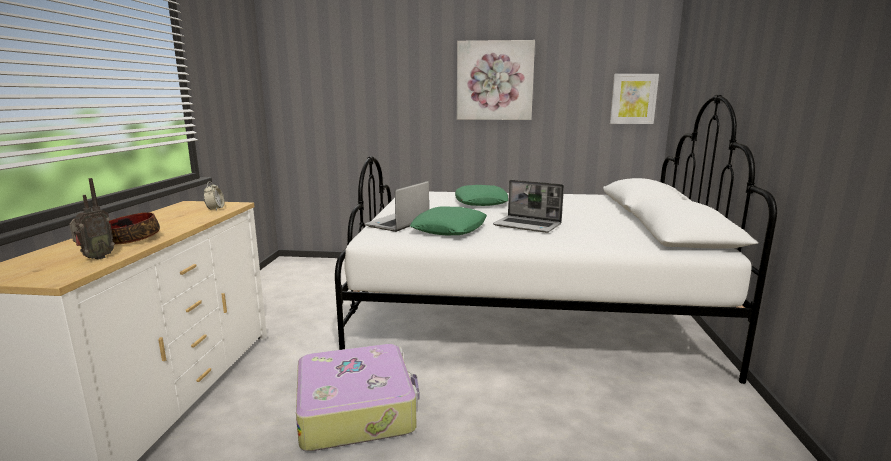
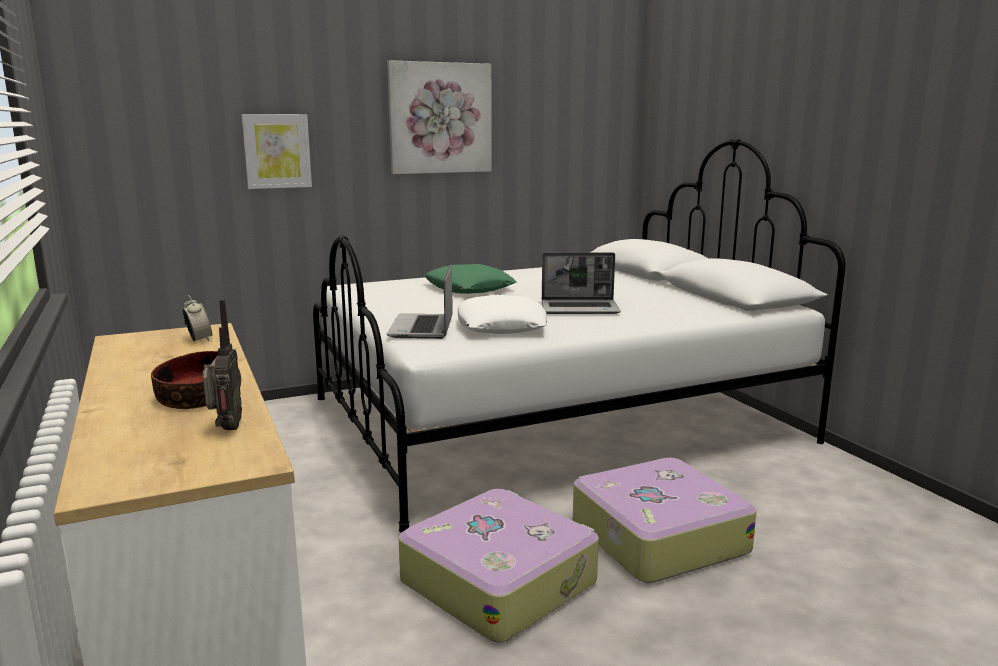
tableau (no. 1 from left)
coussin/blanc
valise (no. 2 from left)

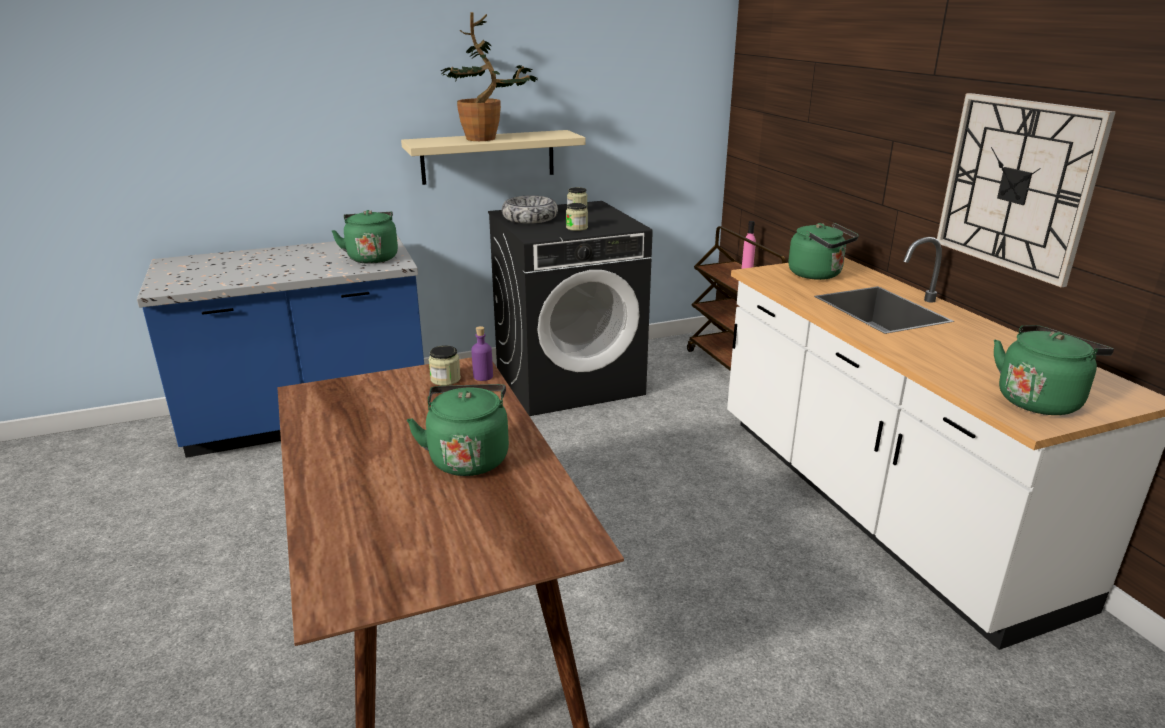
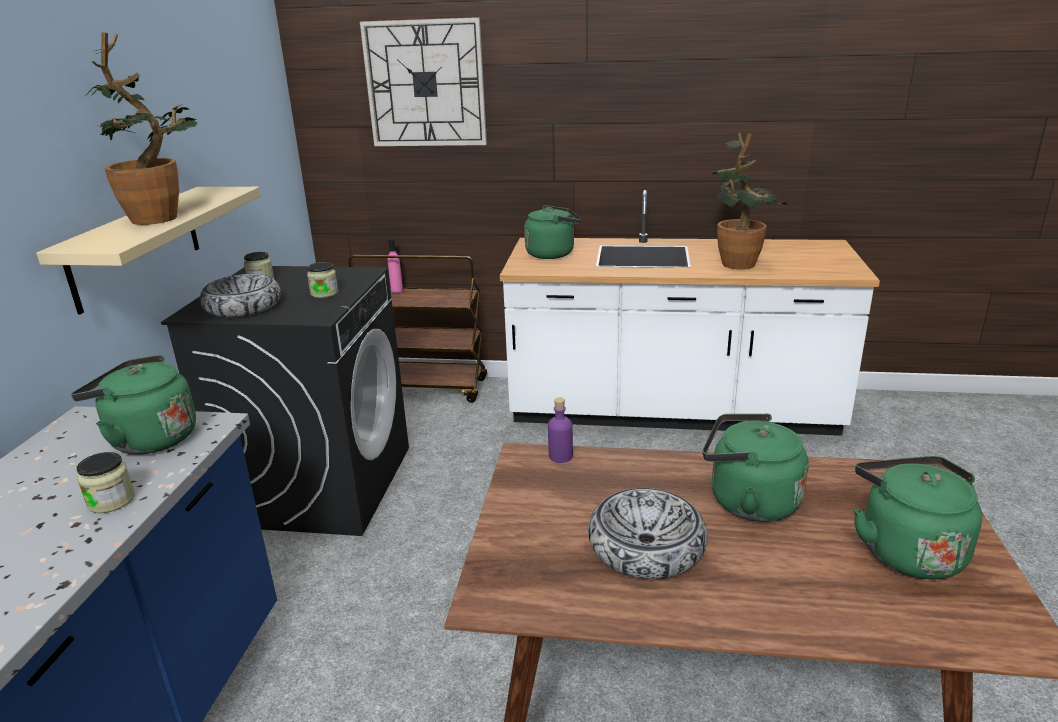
bocal (no. 1 from left)
horloge murale
bol (no. 2 from left)
plante en pot (no. 2 from left)
bouilloire/vert (no. 4 from left)

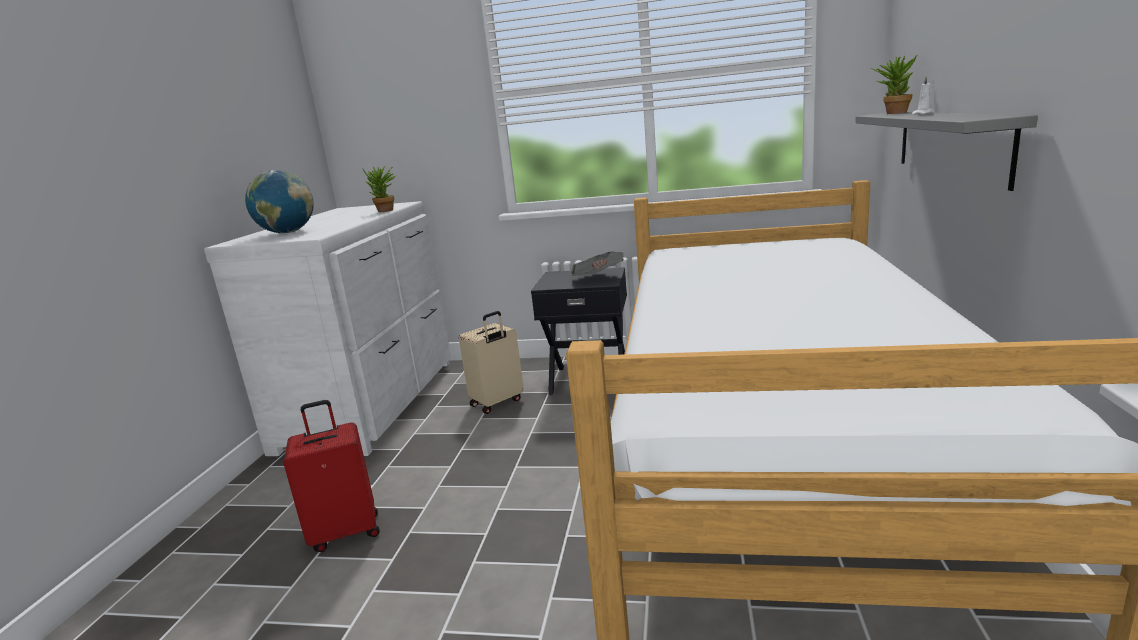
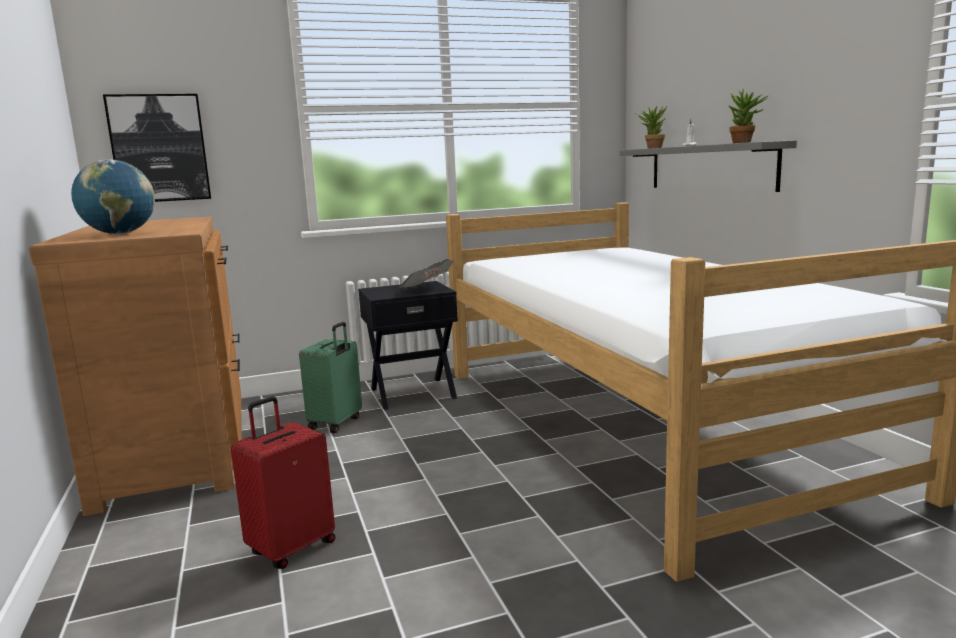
commode/marron
tableau
valise/vert
plante en pot (no. 2 from left)

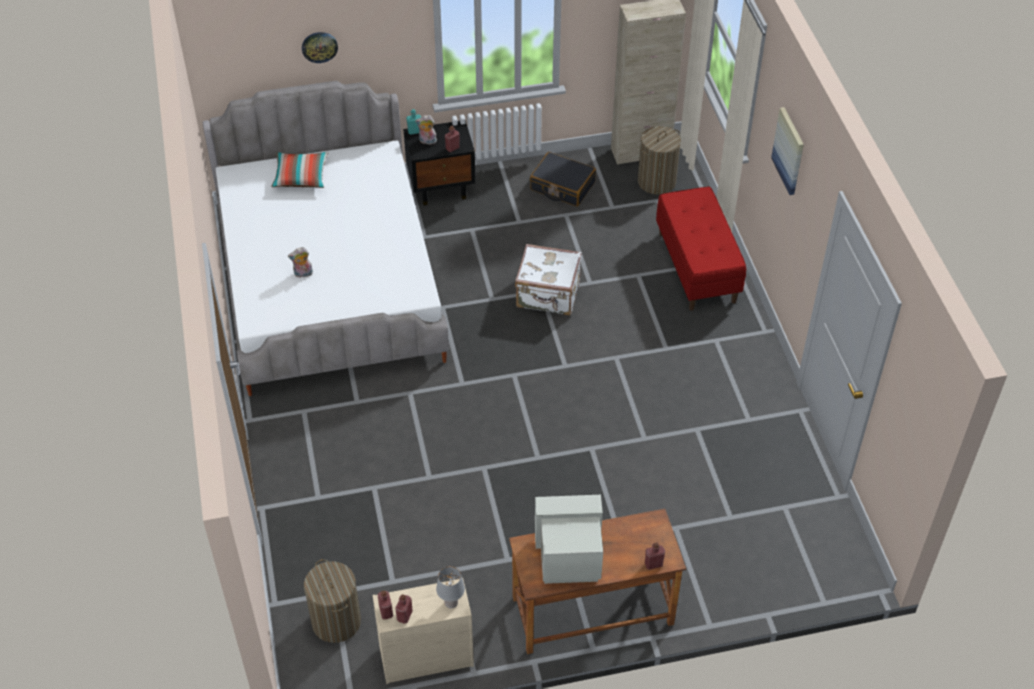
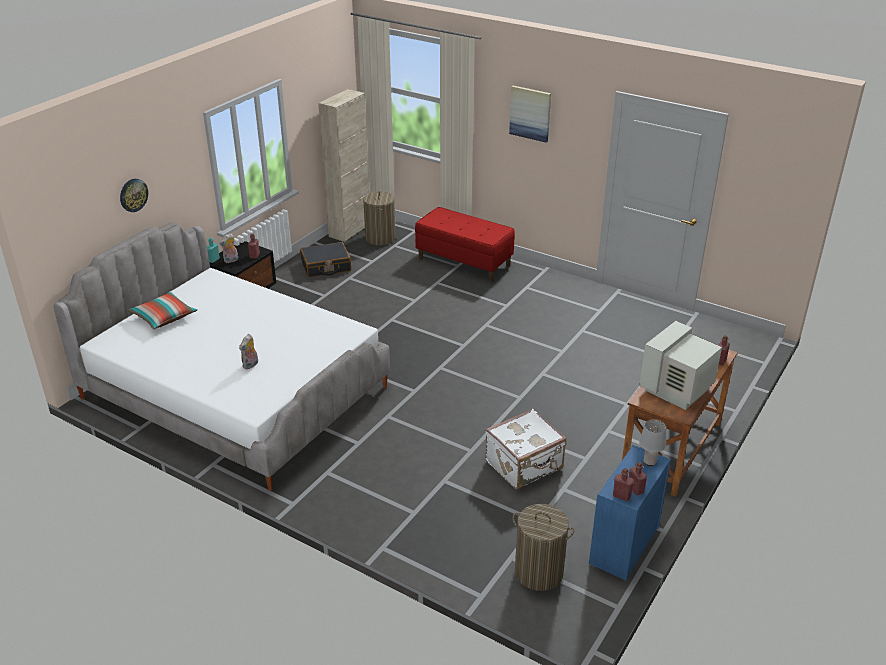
valise/blanc
commode/bleu

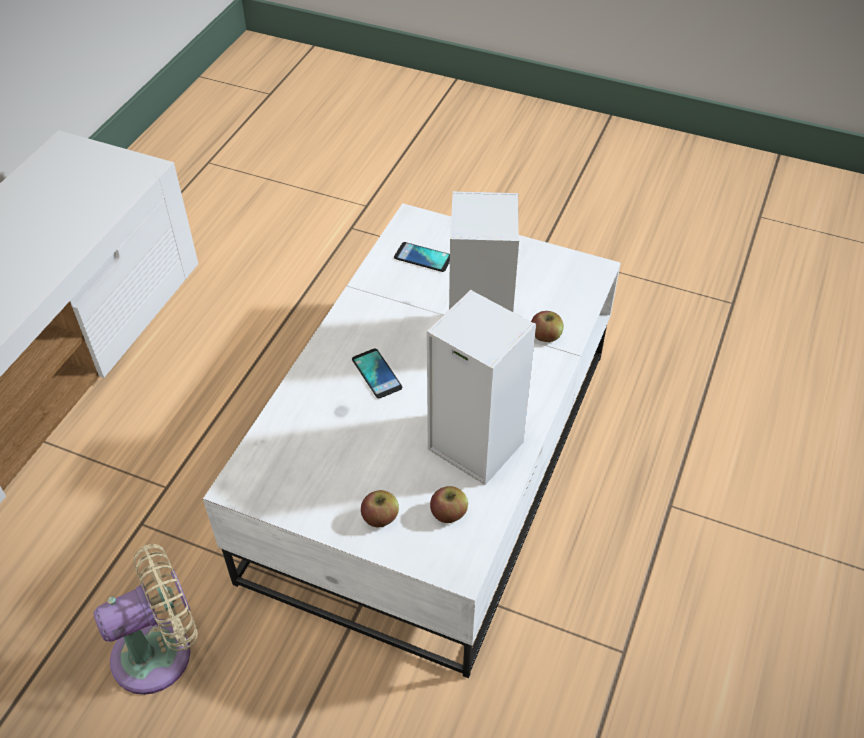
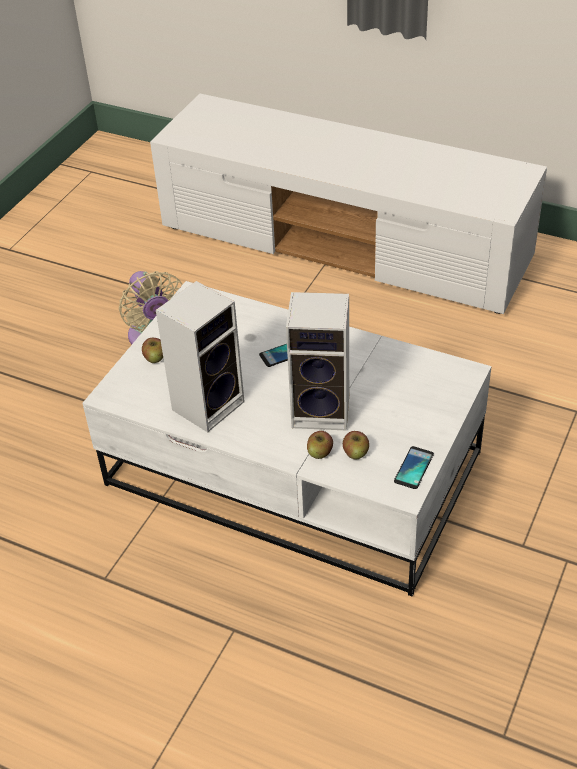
pomme (no. 3 from left)
téléphone (no. 2 from left)

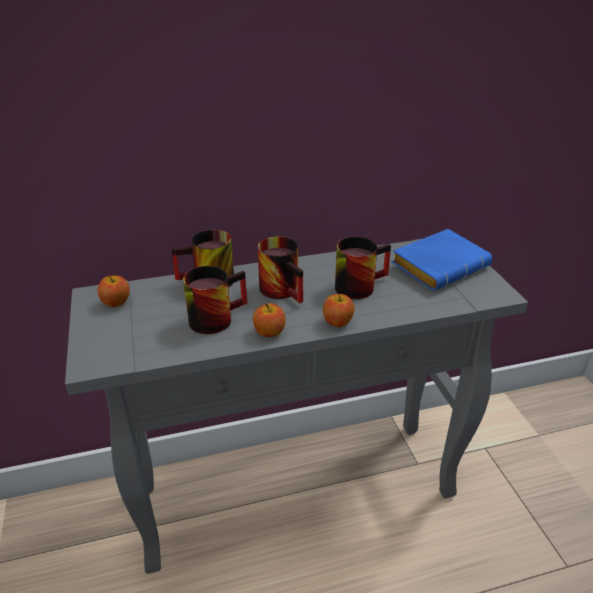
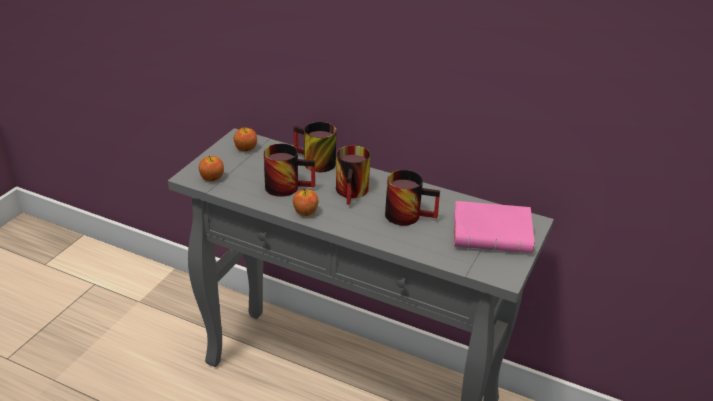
pomme (no. 1 from left)
livre/rose

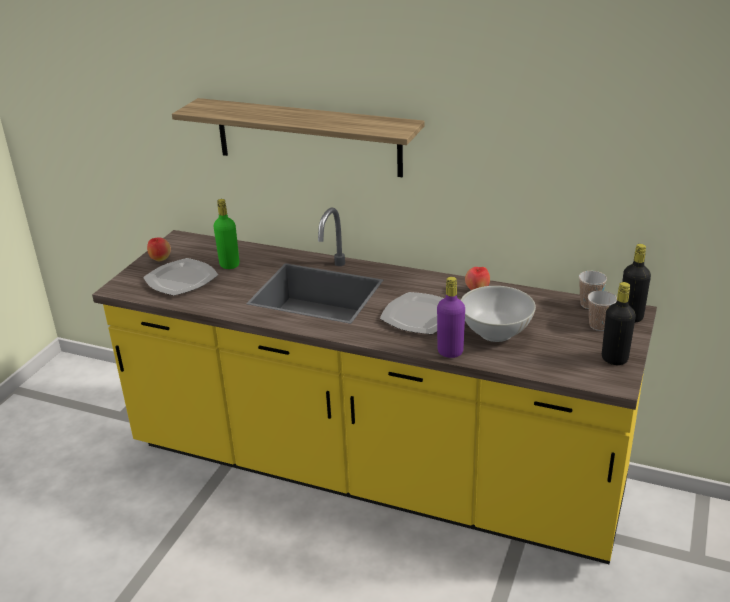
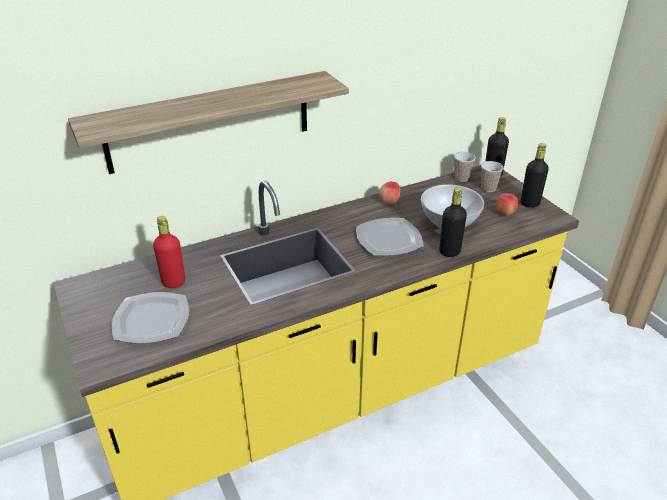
bouteille/rouge
bouteille/noir (no. 1 from left)
pomme (no. 2 from left)

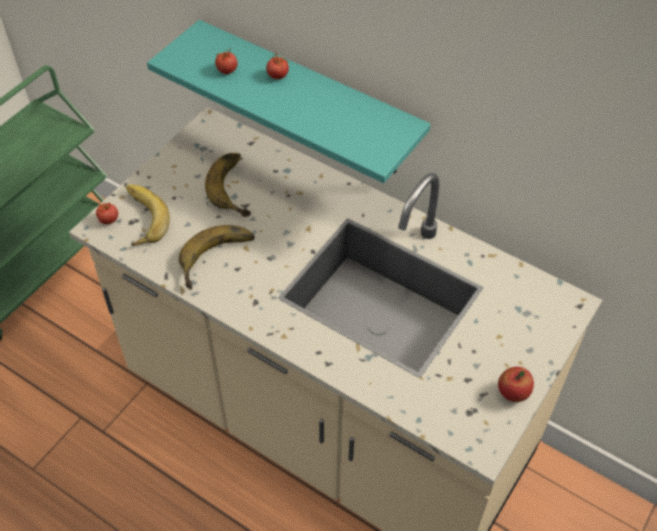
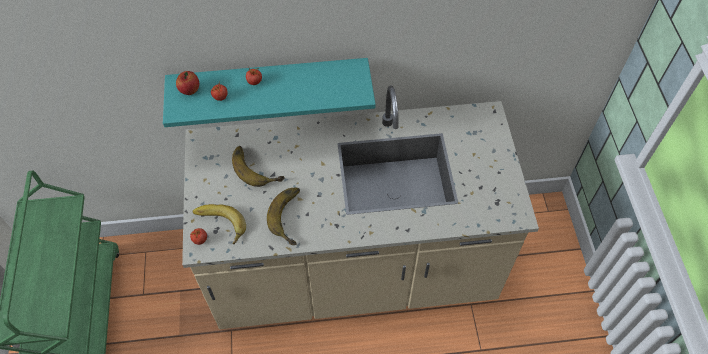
pomme

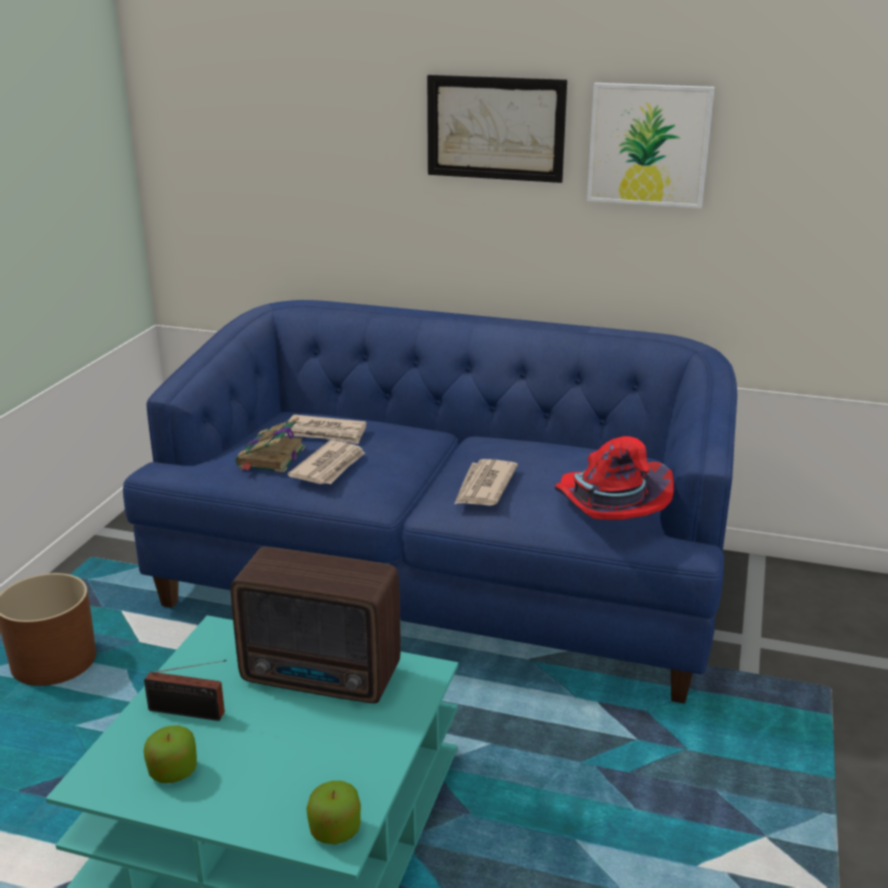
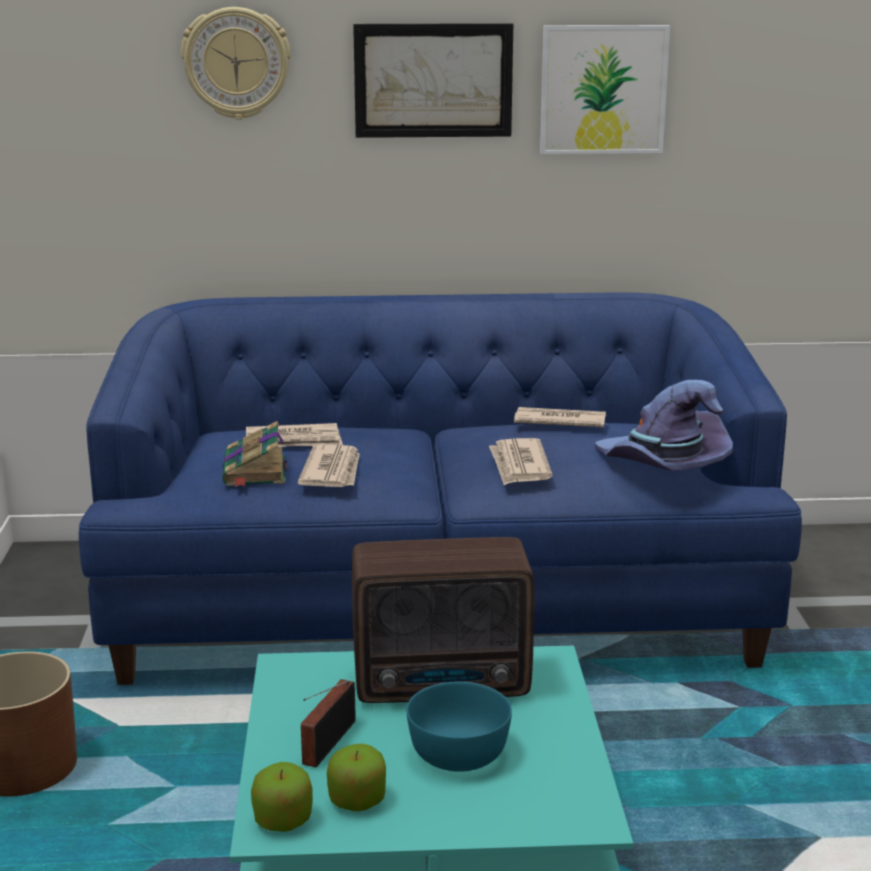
horloge murale
pomme (no. 1 from left)
radio (no. 1 from left)
bol/turquoise
journal (no. 4 from left)
chapeau/violet

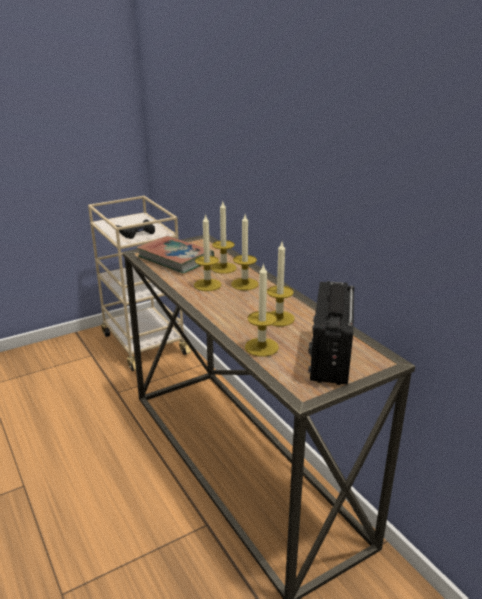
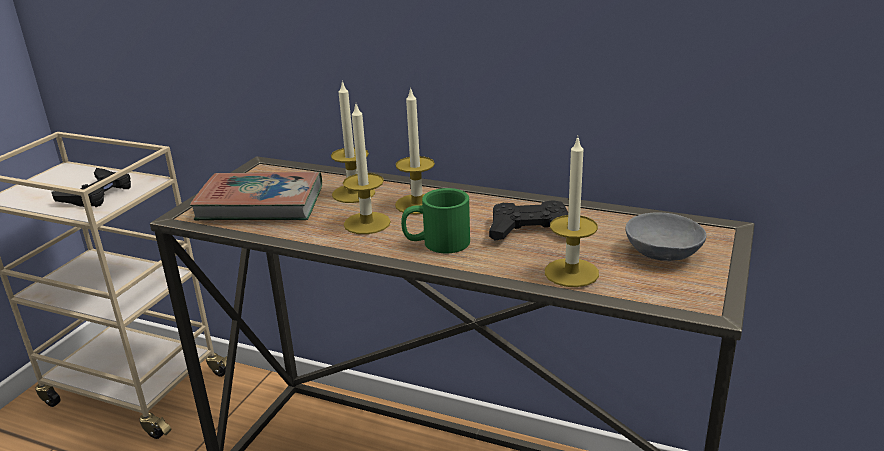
mug/vert
manette/noir (no. 2 from left)
bol/gris

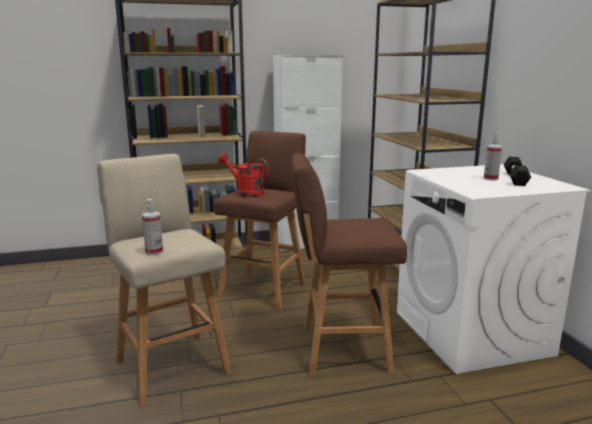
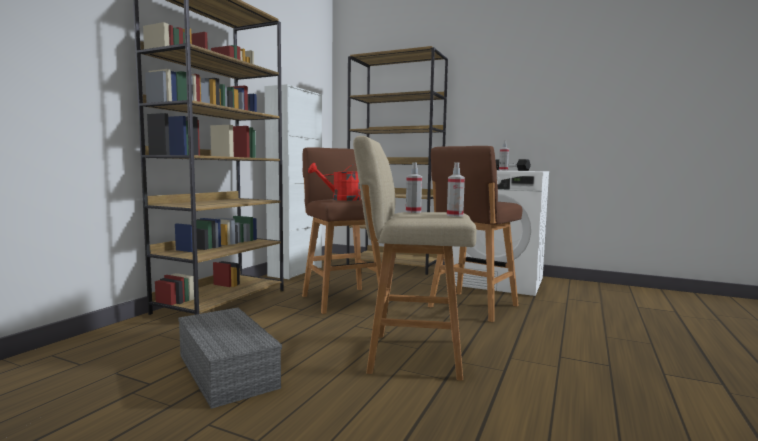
boîte de rangement/gris
vaporisateur (no. 1 from left)

